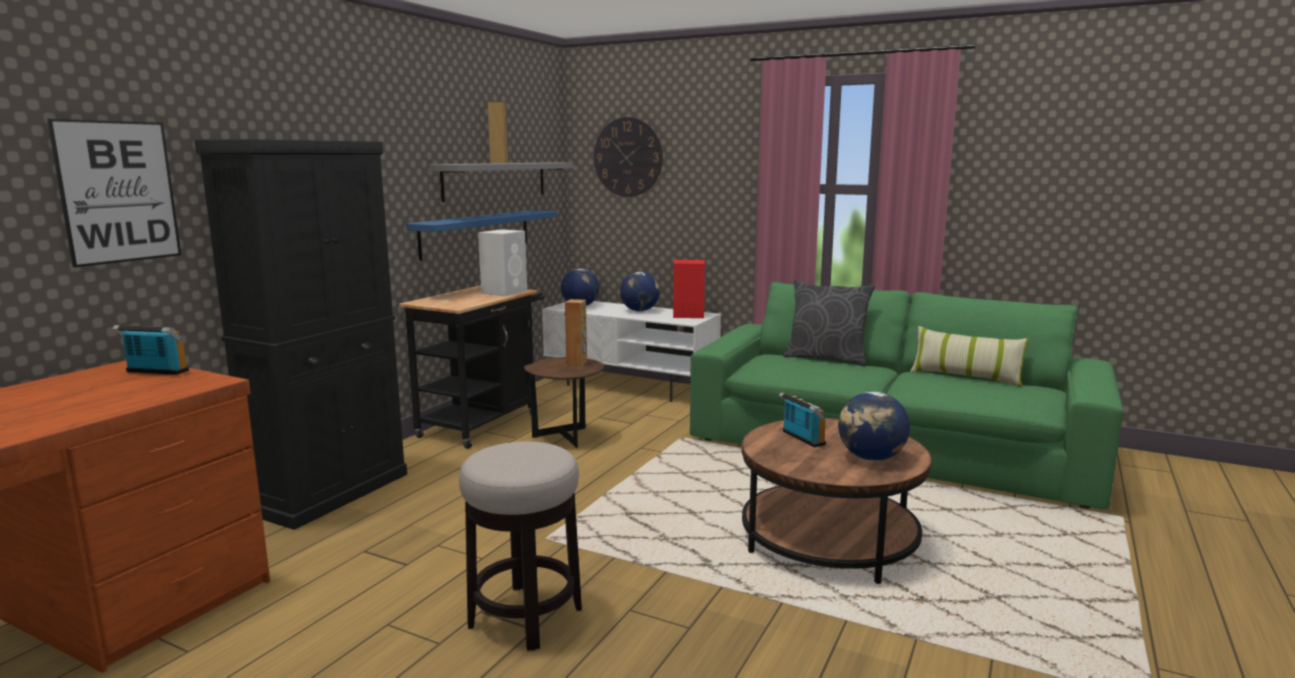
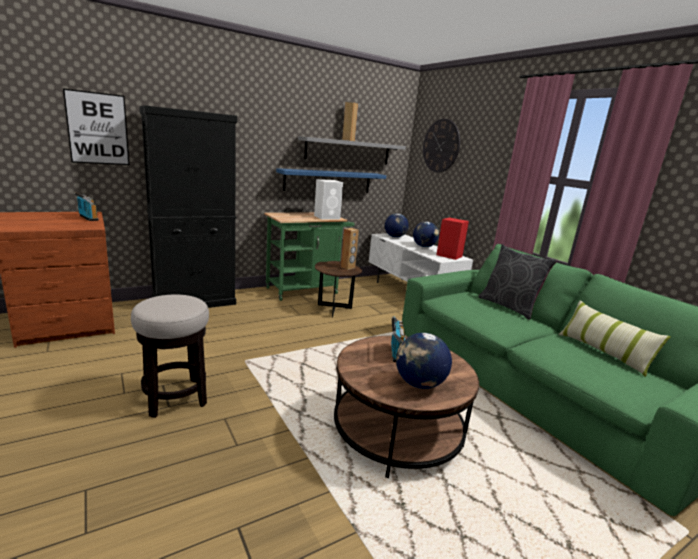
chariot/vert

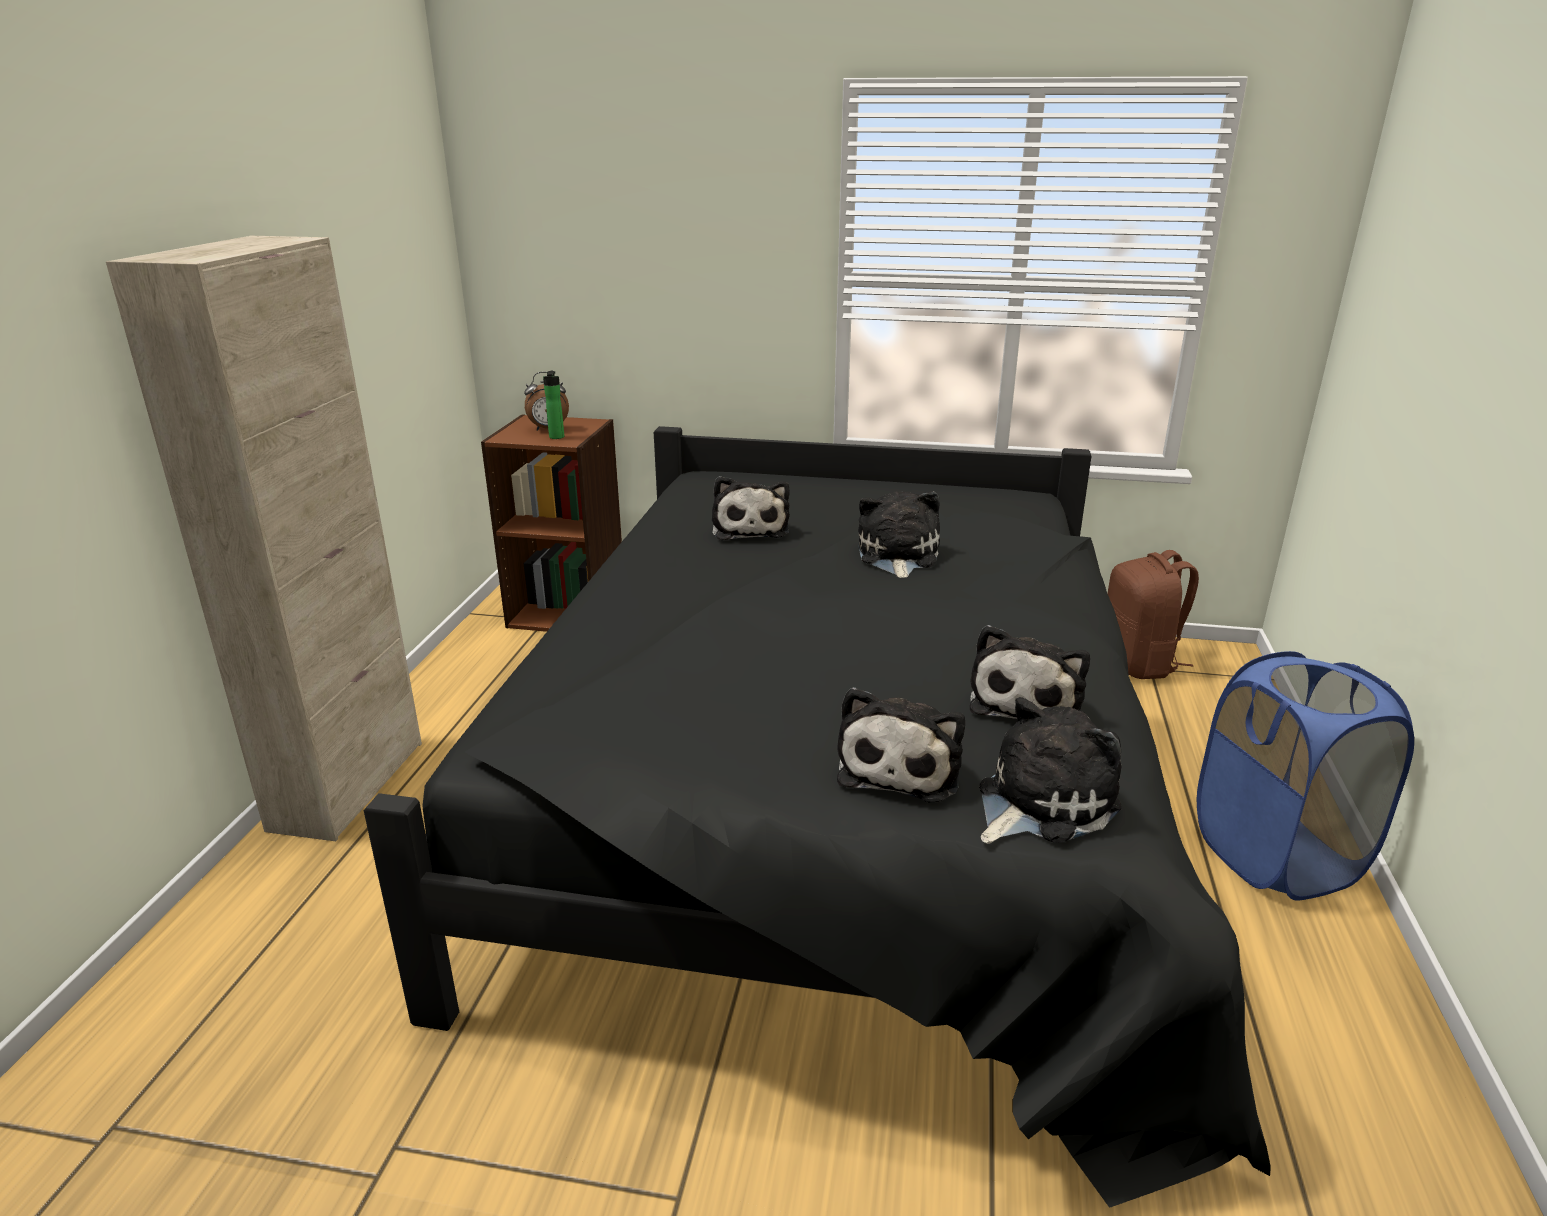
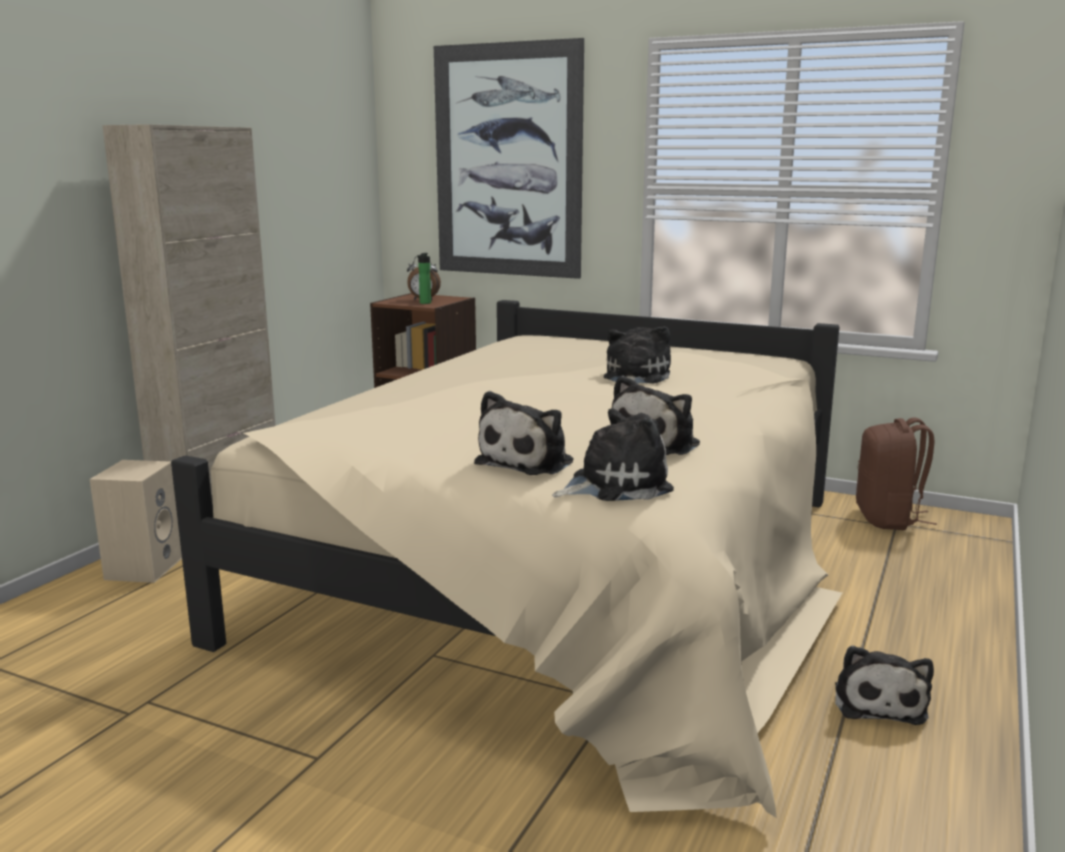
enceinte/beige
lit/beige
tableau
peluche (no. 5 from left)
panier à linge/bleu

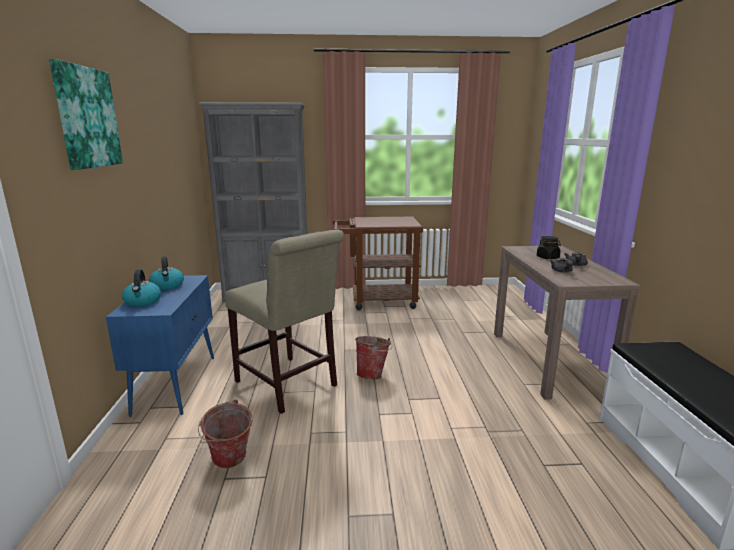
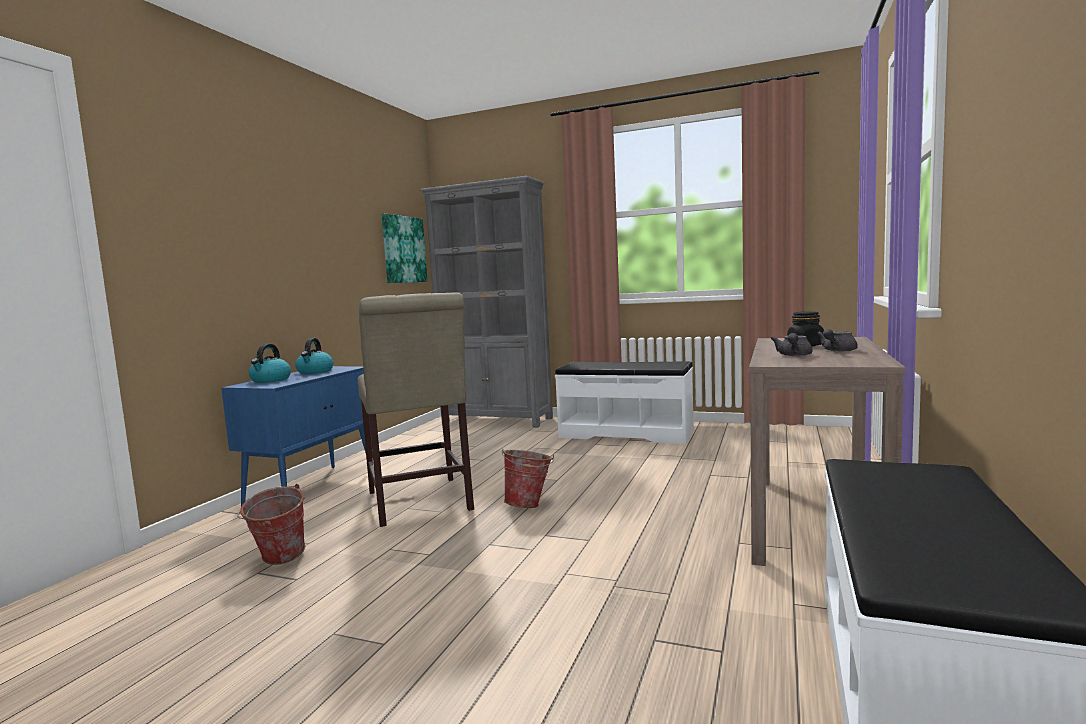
tableau
banc/blanc (no. 1 from left)

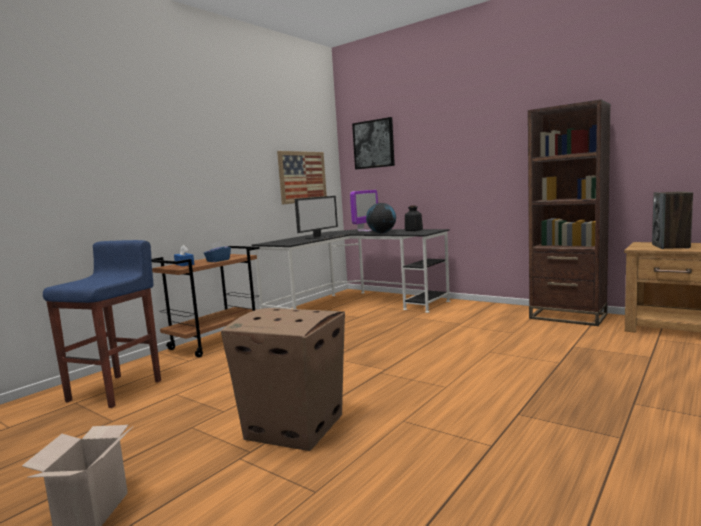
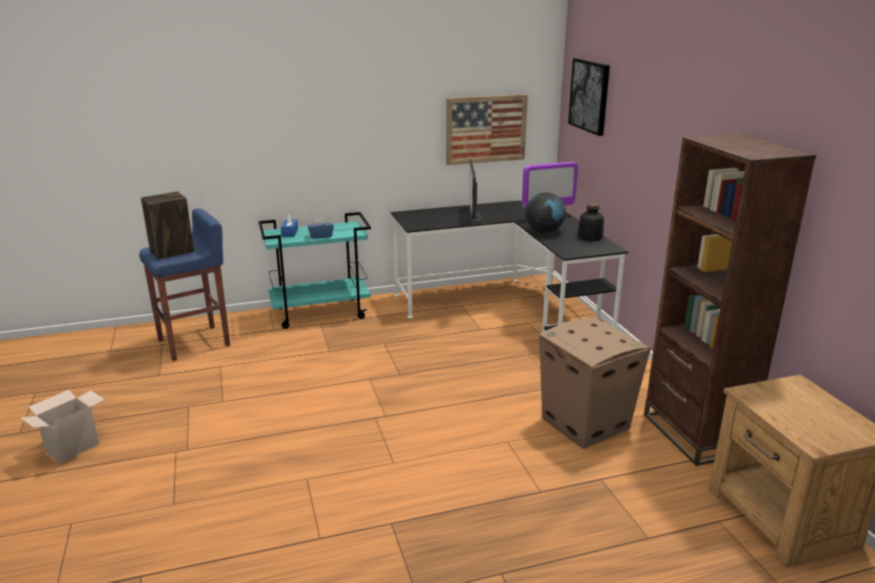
enceinte
chariot/turquoise
écran d'ordinateur (no. 1 from left)
carton (no. 2 from left)

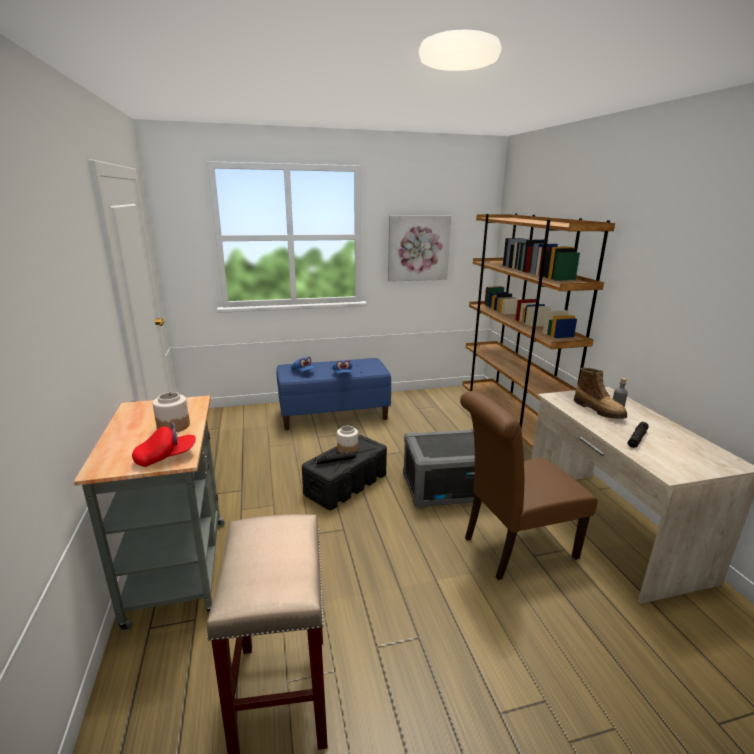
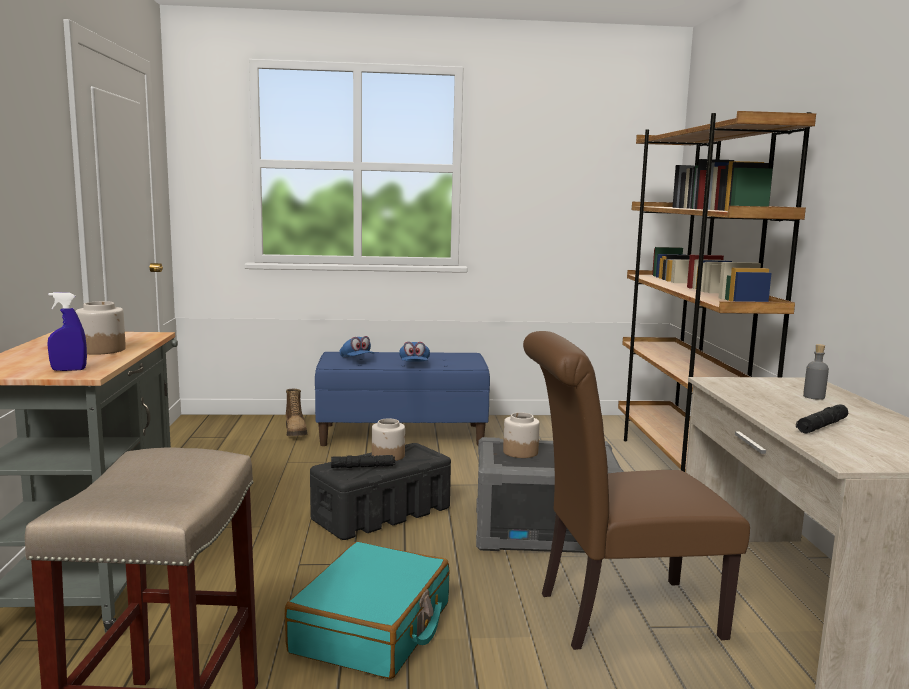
vaporisateur/bleu
valise/turquoise
botte
bocal (no. 3 from left)
tableau

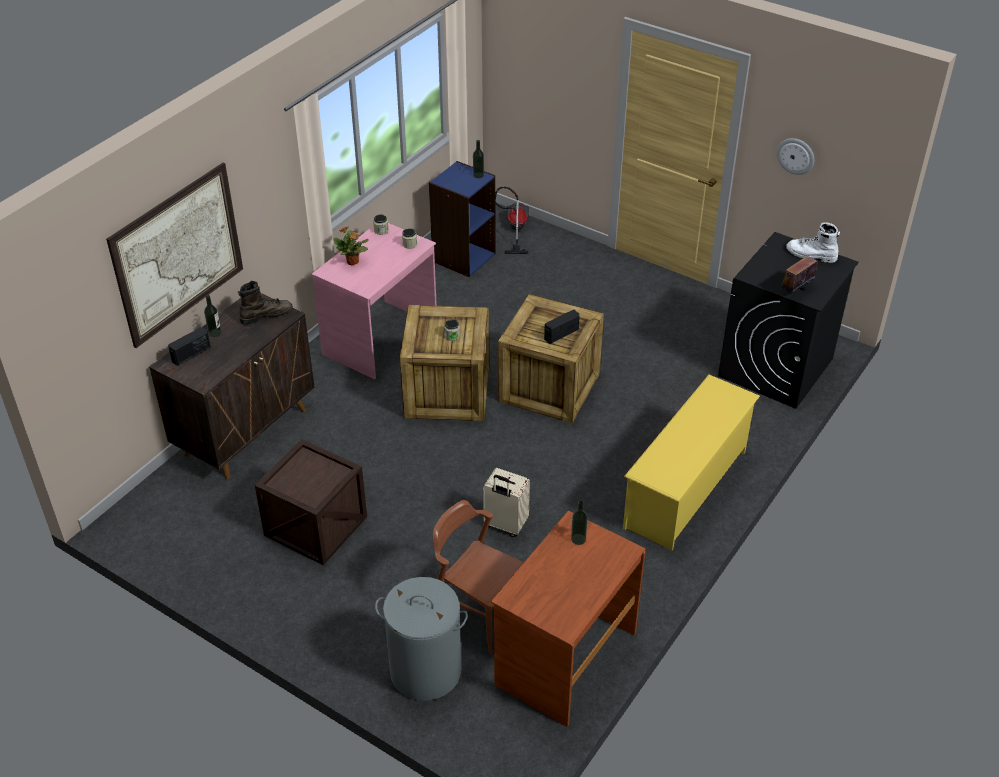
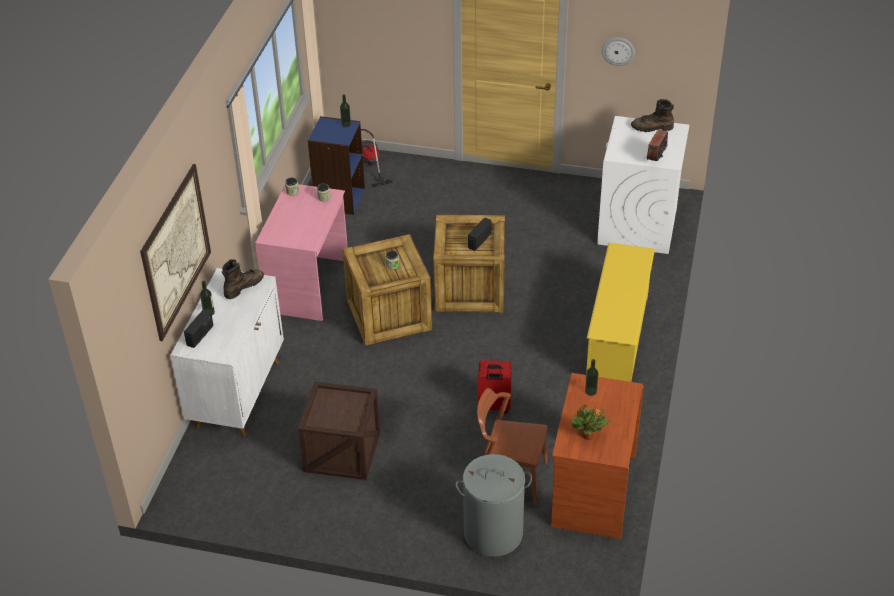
meuble de rangement/blanc
valise/rouge
plante en pot
lave-linge/blanc
botte/marron (no. 2 from left)

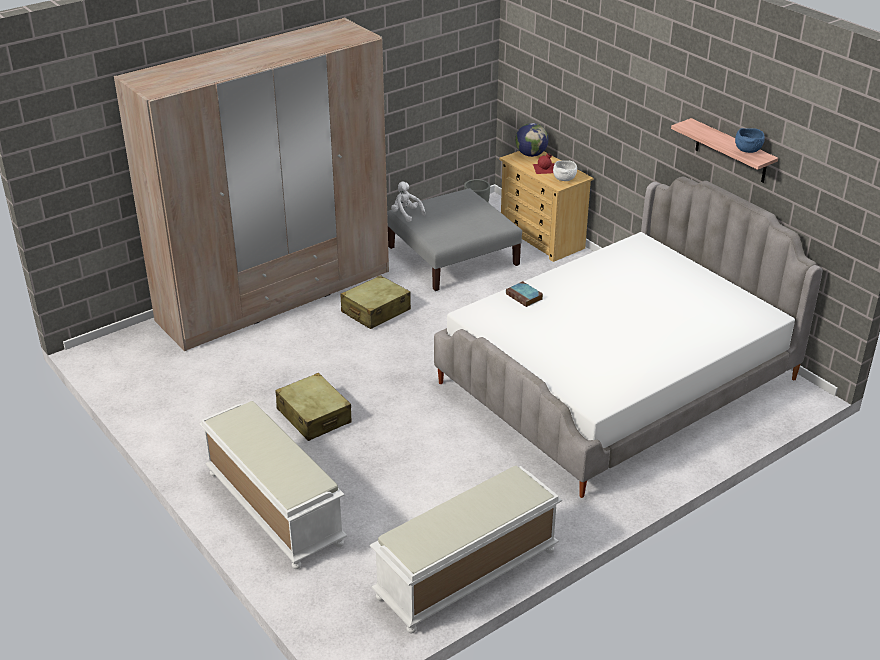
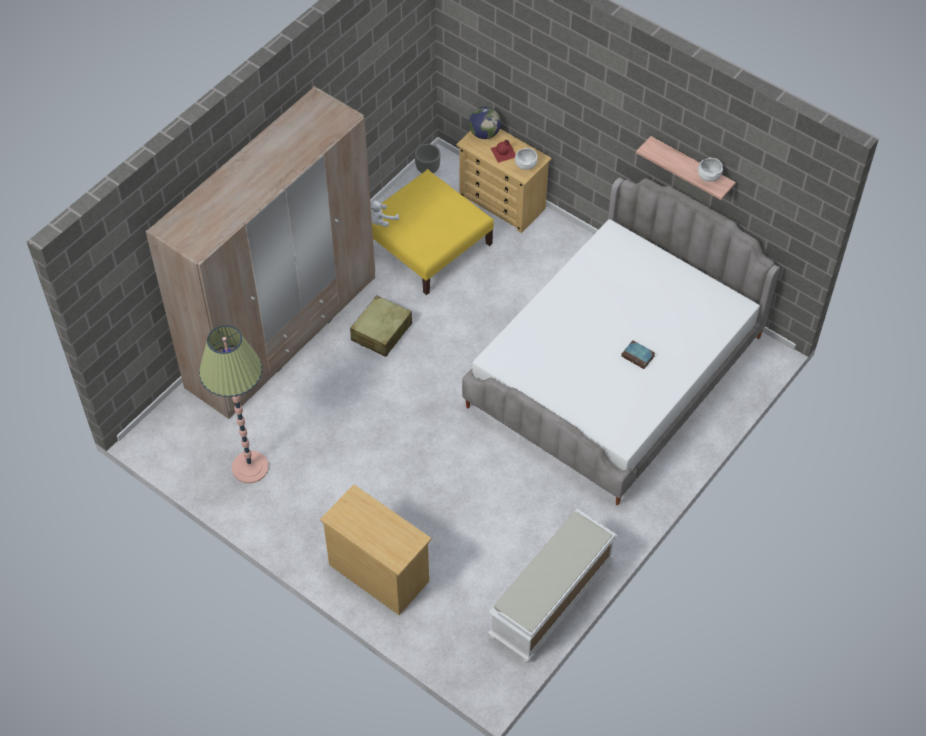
lampadaire
commode/beige (no. 1 from left)
peluche/blanc
pouf/jaune
livre
bol/blanc (no. 2 from left)
valise/beige (no. 1 from left in the first image)

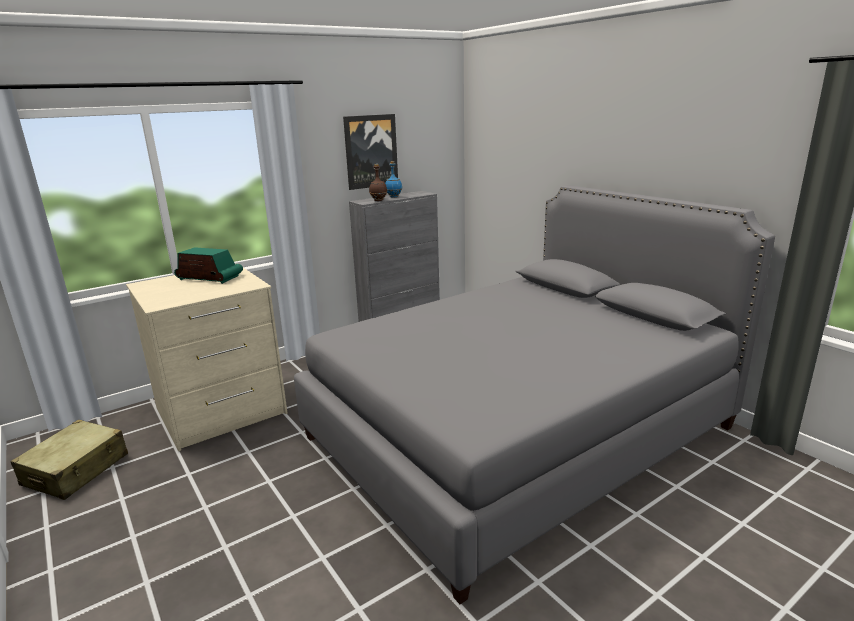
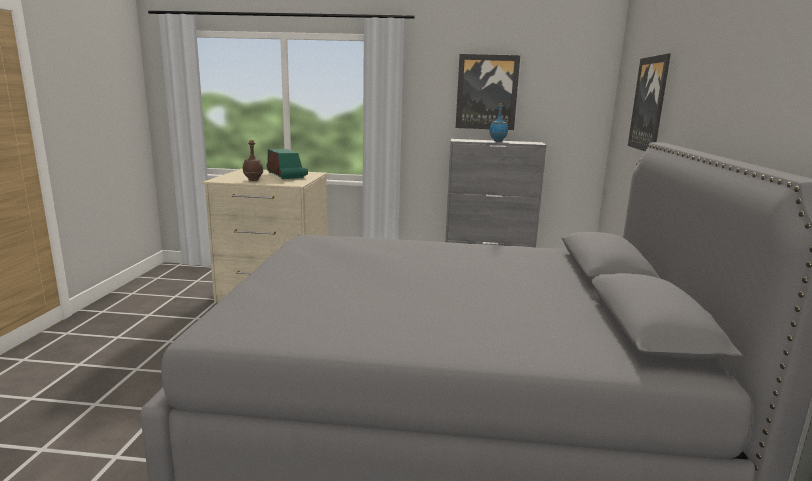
bouteille/marron
tableau (no. 2 from left)
valise/beige

